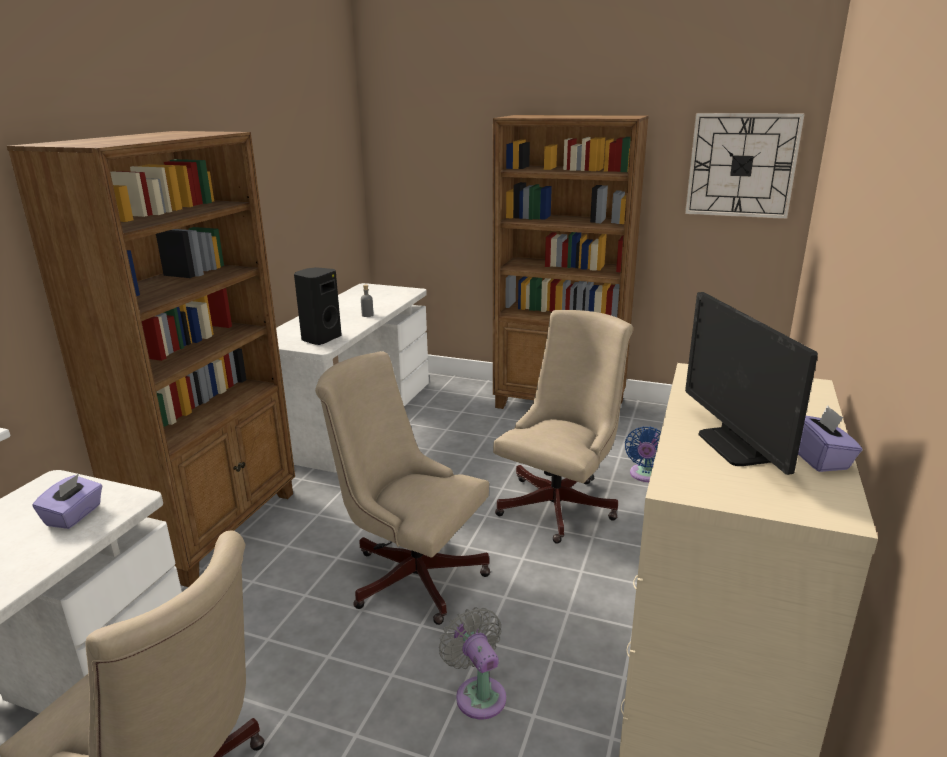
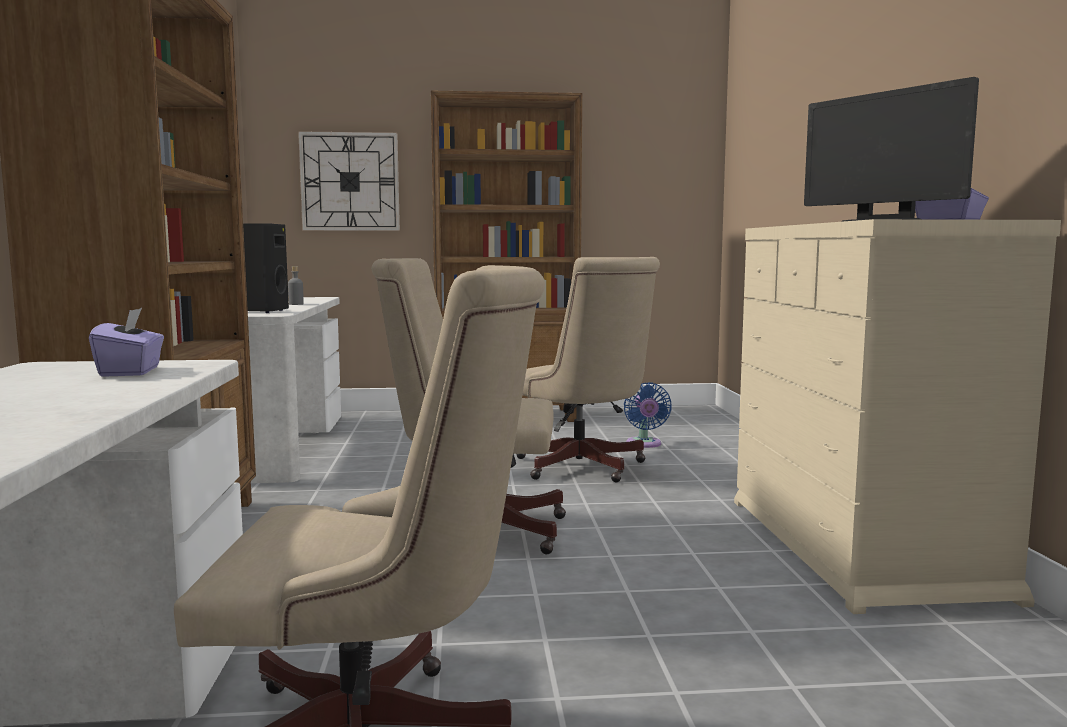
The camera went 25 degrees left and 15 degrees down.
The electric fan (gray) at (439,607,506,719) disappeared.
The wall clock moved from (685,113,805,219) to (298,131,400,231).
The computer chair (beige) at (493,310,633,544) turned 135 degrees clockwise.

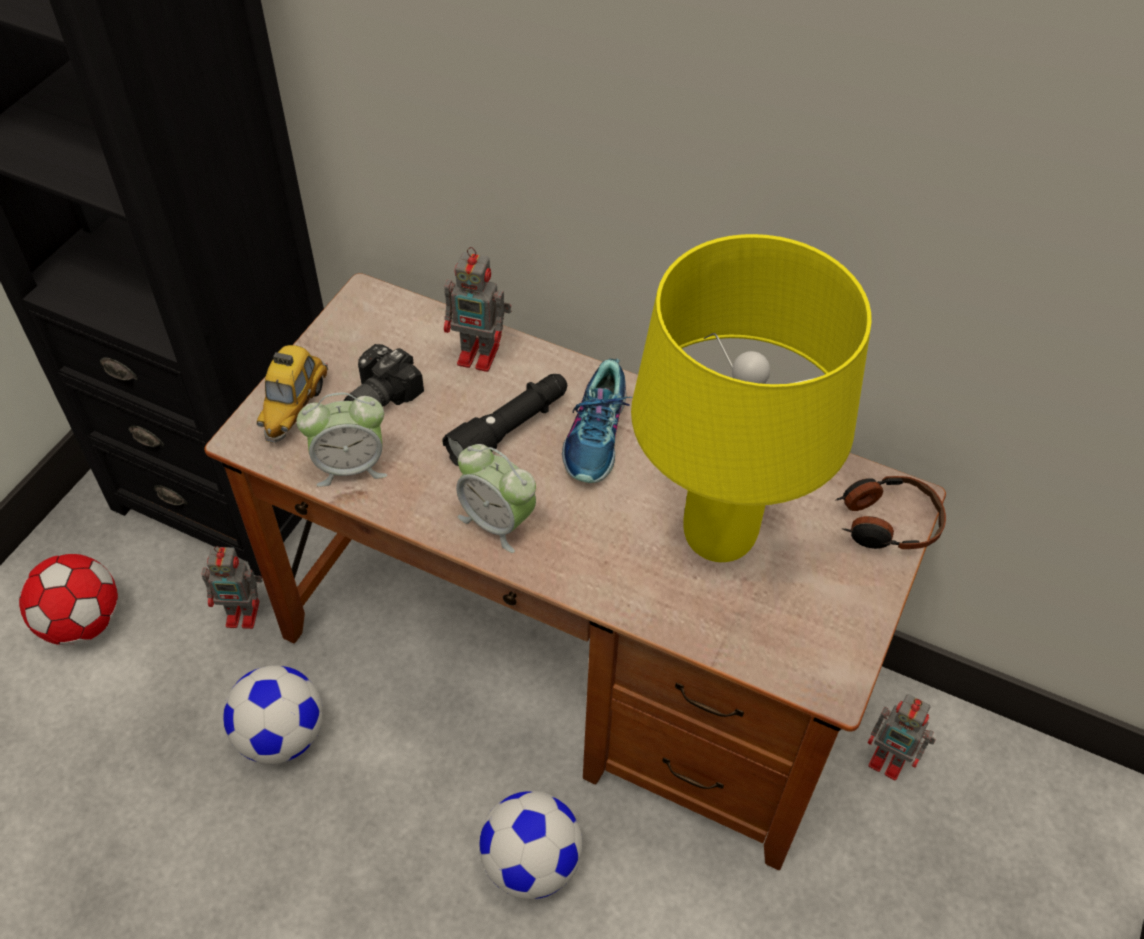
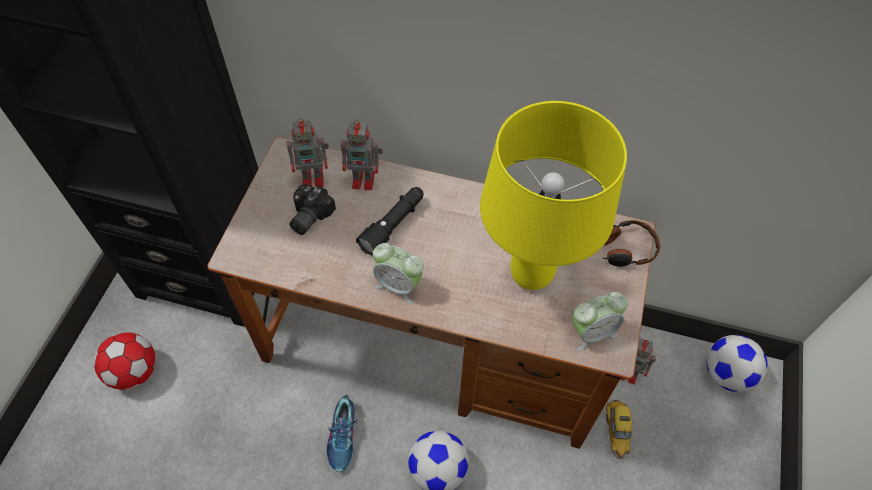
The camera went 10 degrees left and 5 degrees up.
The toy robot moved from (202,546,263,629) to (287,118,329,187).
The football ball moved from (223,665,323,764) to (707,335,767,392).
The miniature car moved from (257,345,328,443) to (606,400,632,459).
The bedside clock moved from (296,393,387,487) to (572,292,628,351).
The item of footwear moved from (562,358,633,483) to (326,394,358,472).

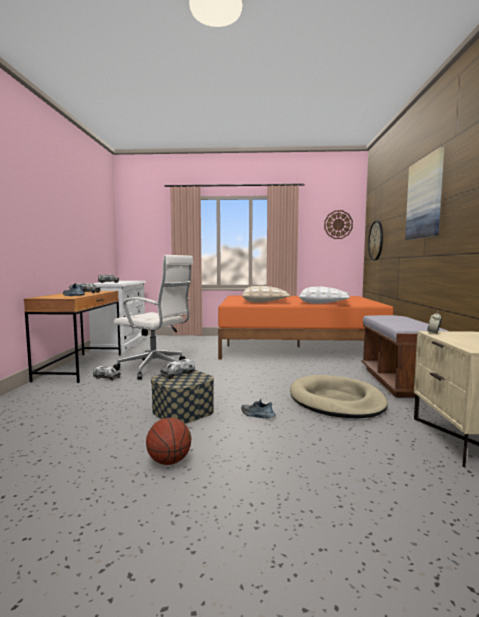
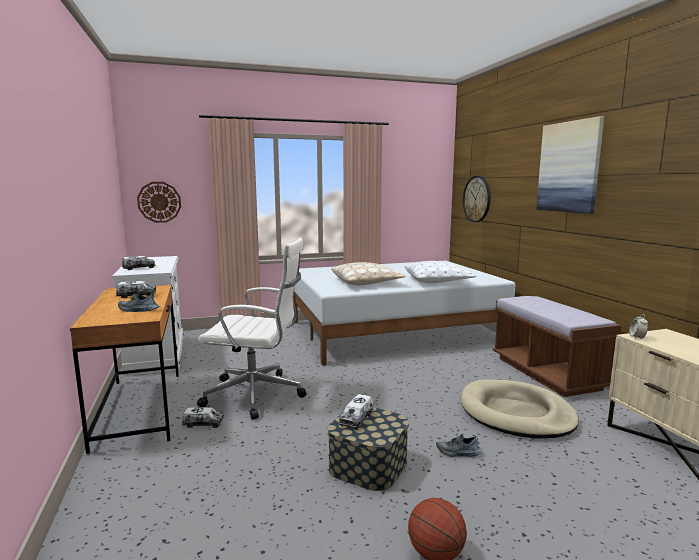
The camera went 20 degrees left and 5 degrees up.
The wall clock moved from (324,210,353,239) to (137,182,181,223).
The sleeping bed (orange-coloured) at (218,295,393,360) became the sleeping bed (whitish) at (293,261,515,366).

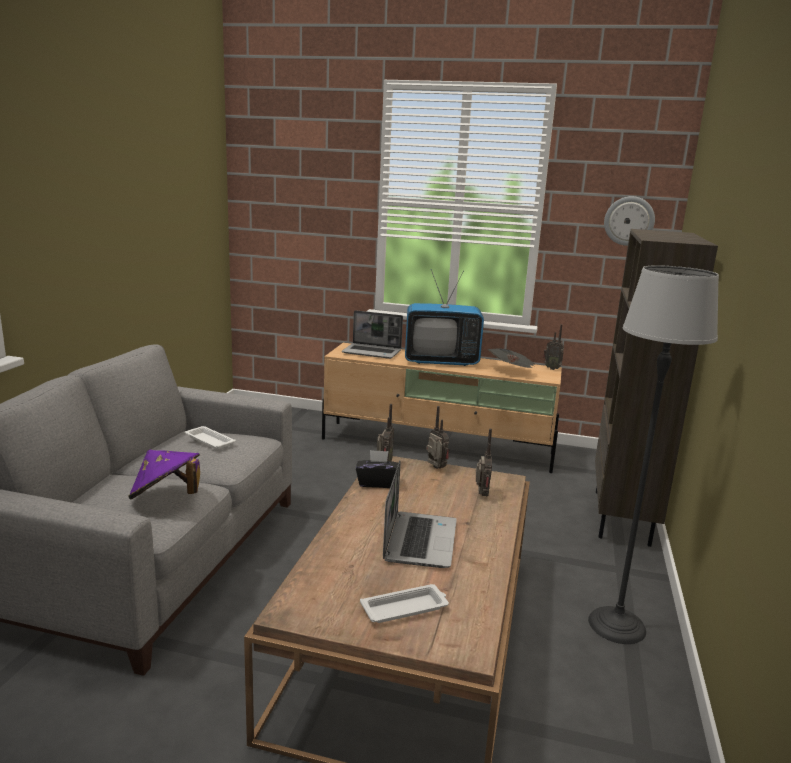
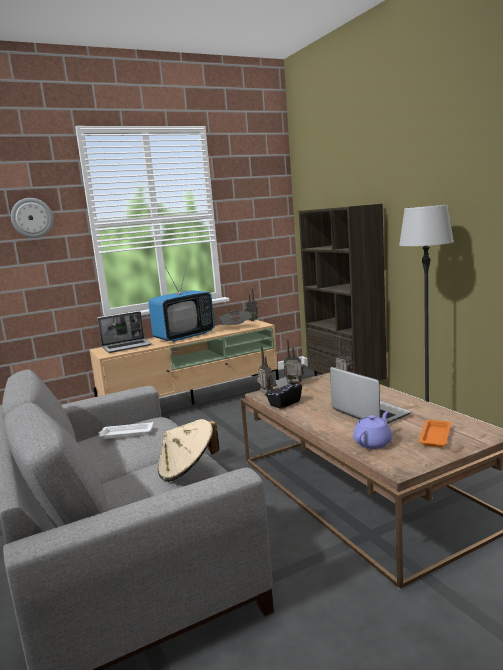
The camera went 40 degrees left and 5 degrees down.
The pot for tea (purple) at (353,411,392,449) appeared.
The wall clock moved from (604,196,655,246) to (11,198,53,238).
The clothing hat (purple) at (128,450,200,499) became the clothing hat (beige) at (158,419,220,482).
The serving tray (whitish) at (360,584,449,623) became the serving tray (orange-coloured) at (419,420,451,447).

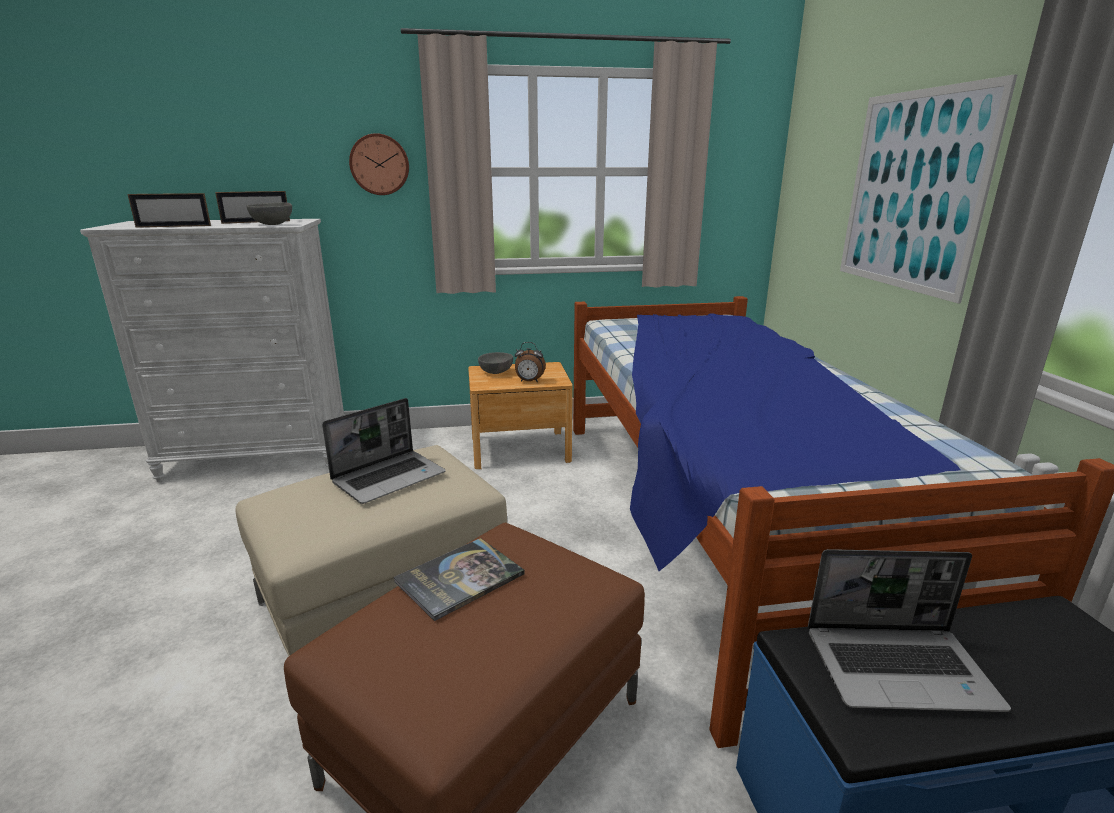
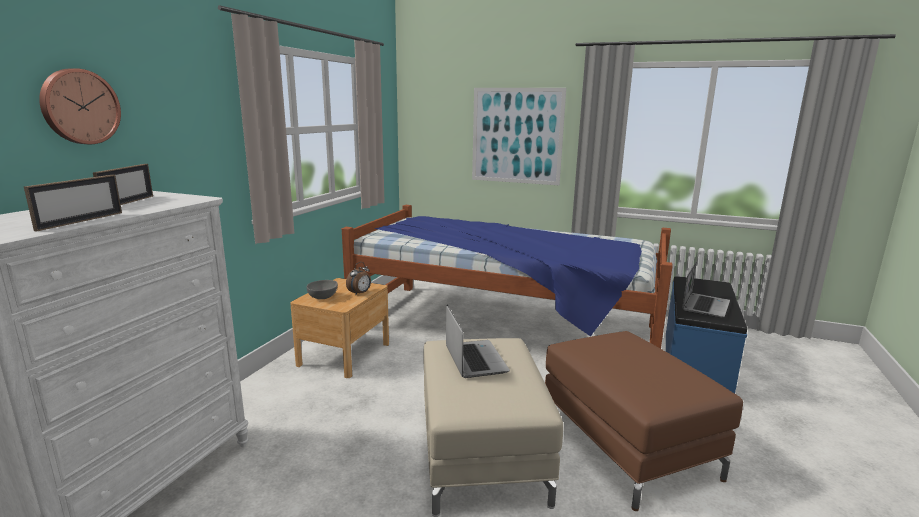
The camera went 60 degrees left and 5 degrees down.
The deep dish (gray) at (247,202,292,225) disappeared.
The volume at (393,538,525,621) disappeared.
The wall clock moved from (349,133,409,195) to (39,68,121,144).

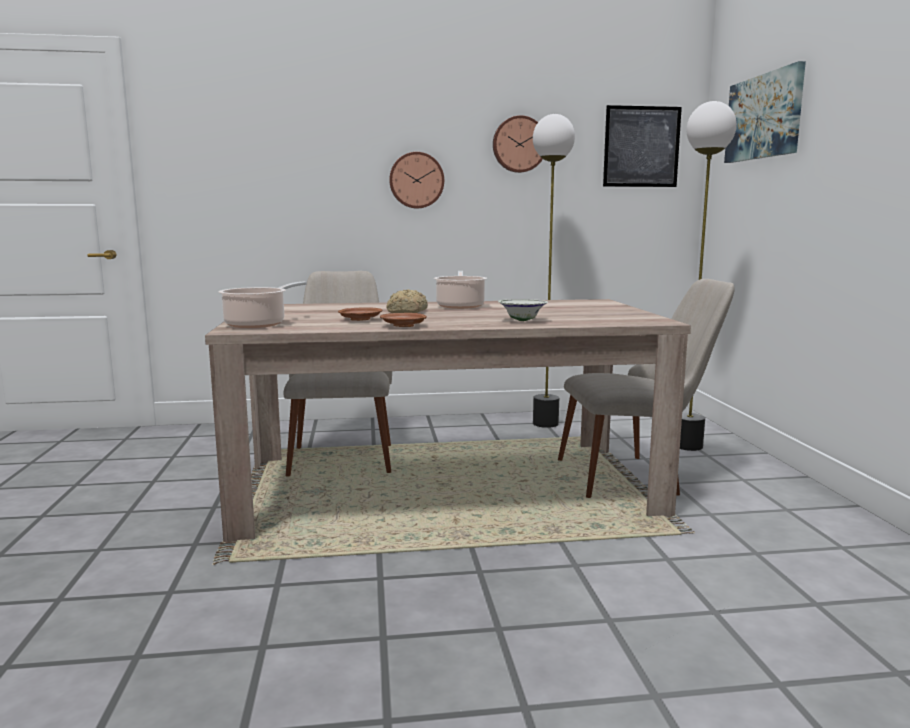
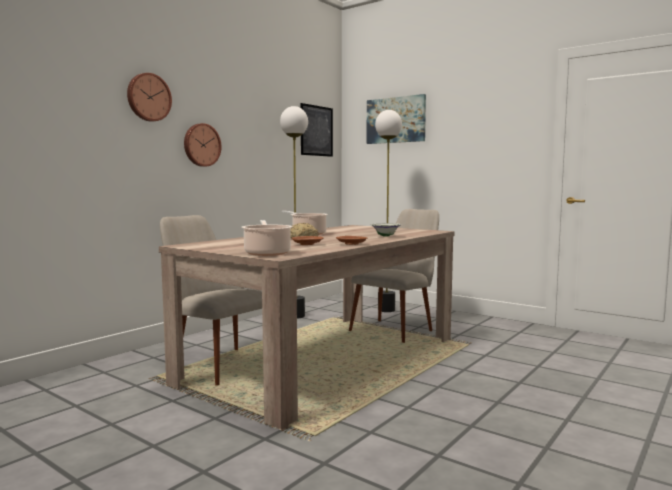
The camera went 45 degrees left and 5 degrees down.
The wall clock moved from (493,115,543,173) to (127,73,172,122).

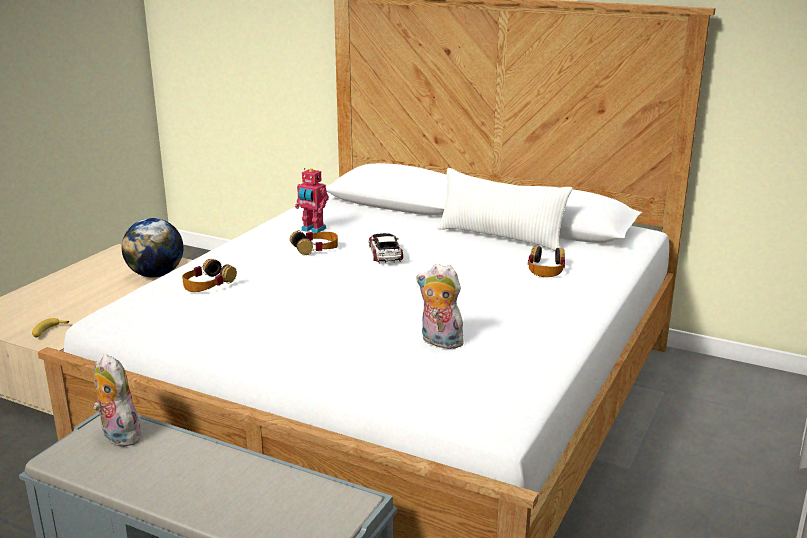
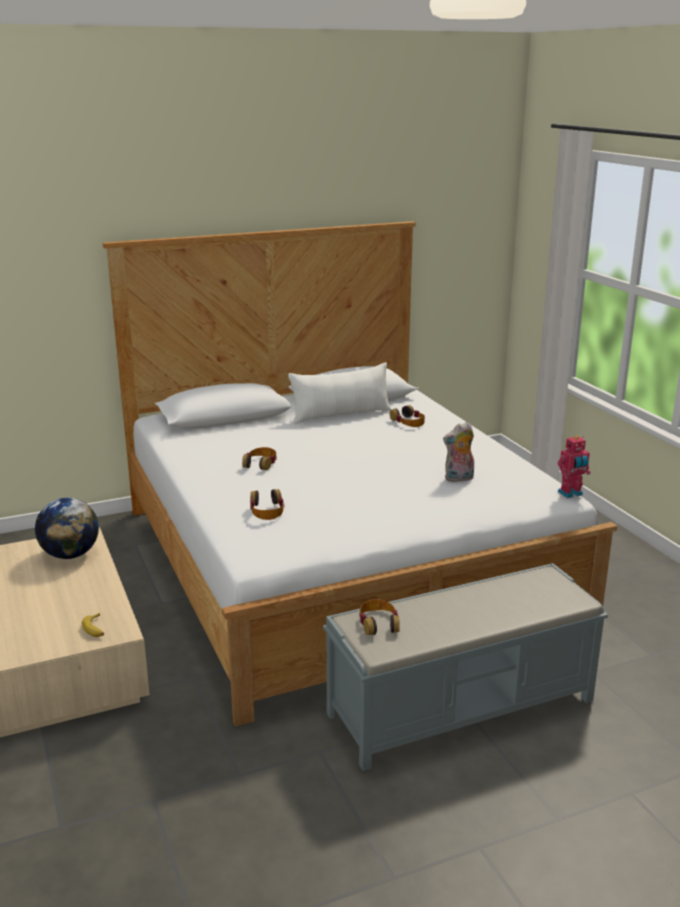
The camera went 50 degrees left and 0 degrees up.
The miniature car at (369,233,403,263) disappeared.
The toy robot moved from (295,168,329,233) to (558,436,590,498).
The plush toy at (93,354,144,447) was replaced by the headphones at (359,599,399,635).

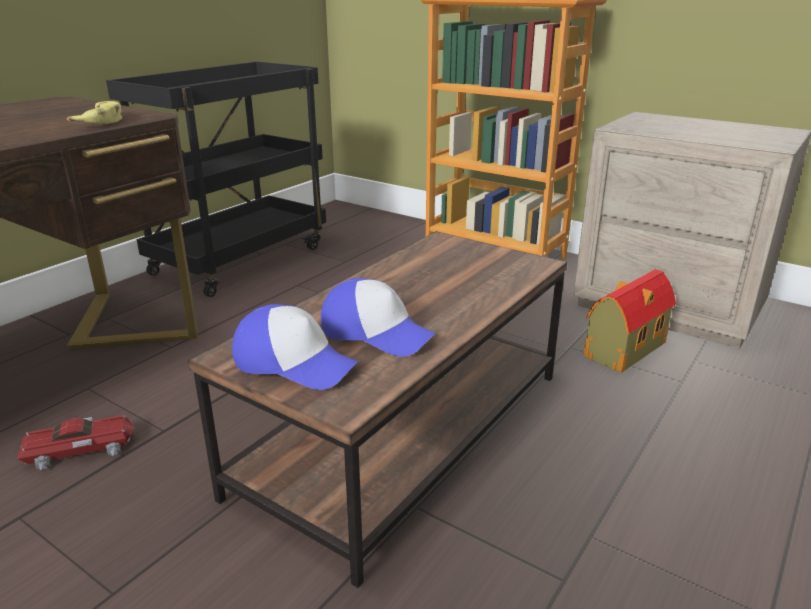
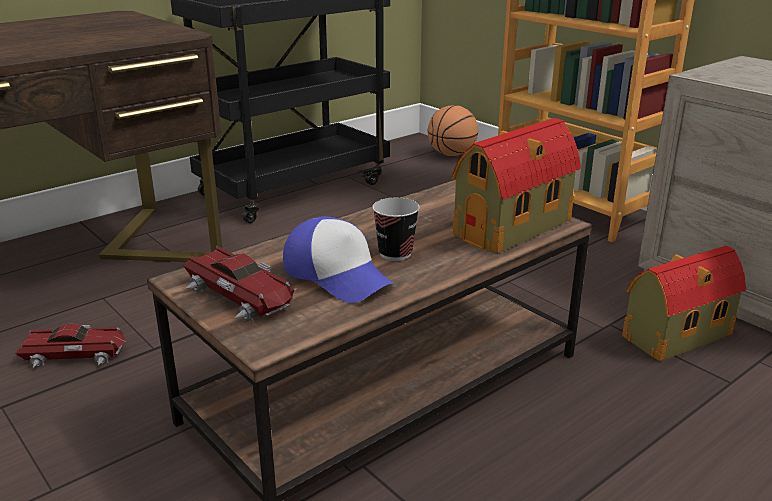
The camera went 15 degrees right and 0 degrees up.
The banana fruit at (67,101,122,124) disappeared.
The cup at (372,198,420,261) appeared.
The basketball at (428,105,479,156) appeared.
The model house at (452,118,581,254) appeared.
The peaked cap at (232,304,359,390) was replaced by the miniature car at (183,246,296,322).

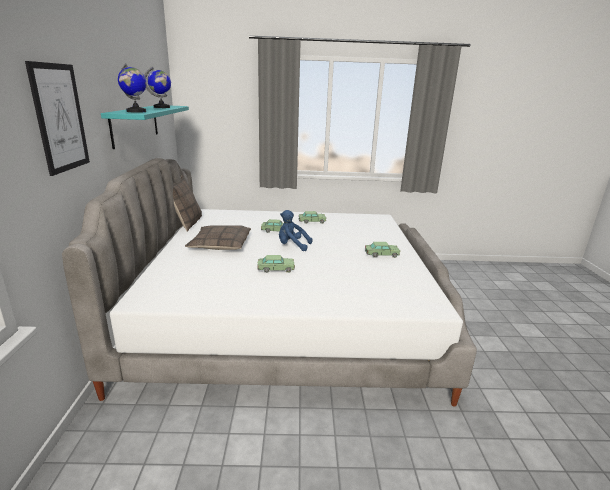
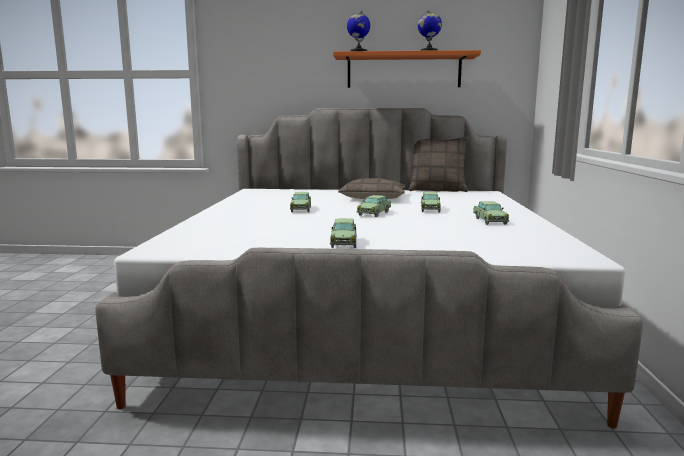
The camera went 95 degrees right and 10 degrees down.
The wall art at (25,61,90,176) disappeared.
The plush toy (blue-coloured) at (279,210,312,251) was replaced by the miniature car at (357,195,391,217).
The wall shelf (turquoise-coloured) at (101,106,189,149) became the wall shelf (orange-coloured) at (333,50,481,88).

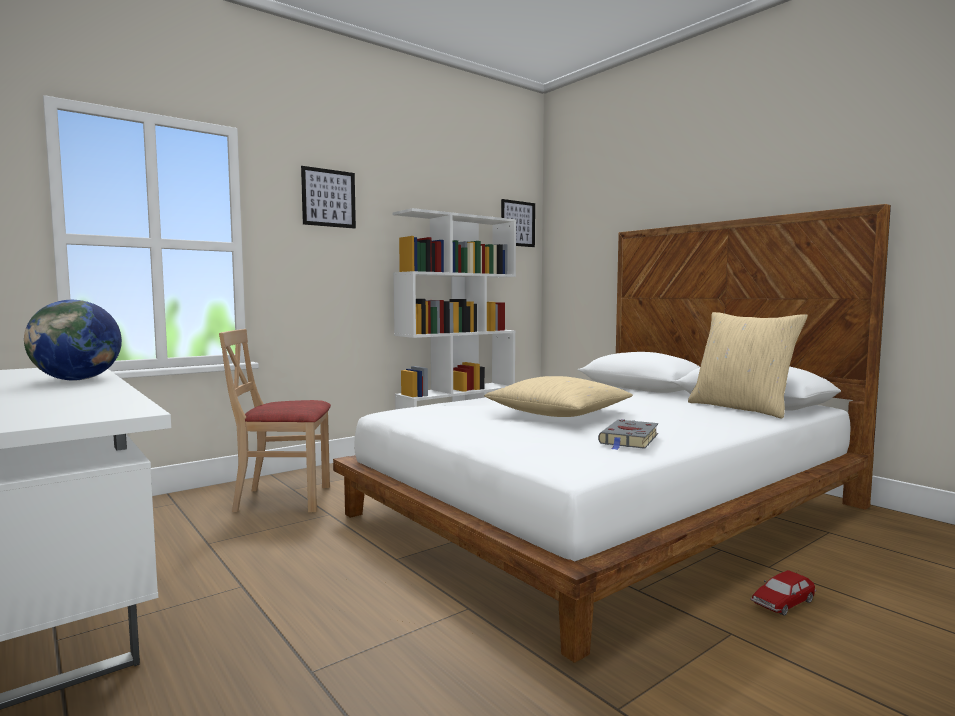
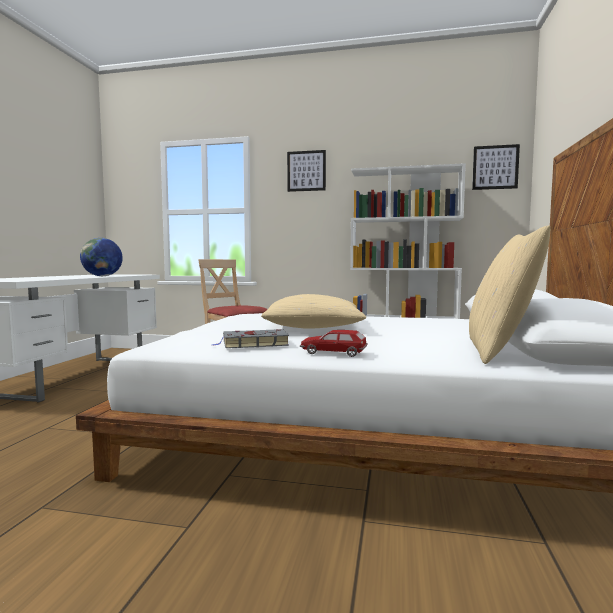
The camera went 50 degrees right and 0 degrees up.
The miniature car moved from (750,570,816,616) to (300,330,368,357).

